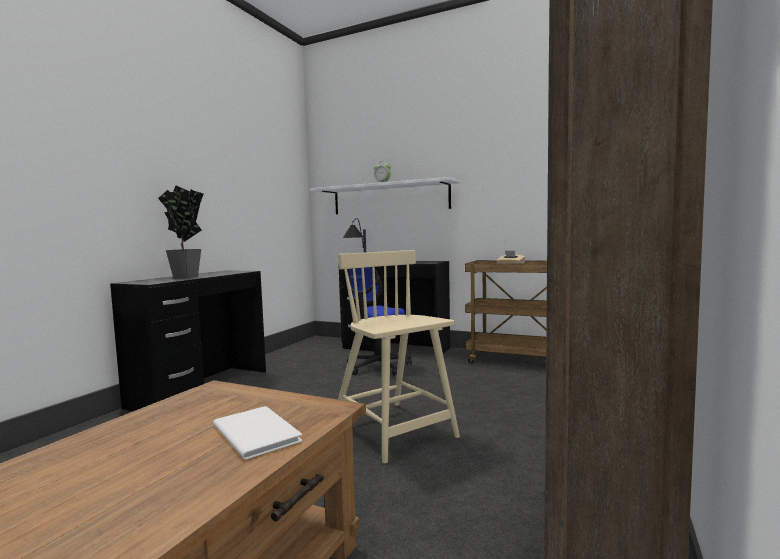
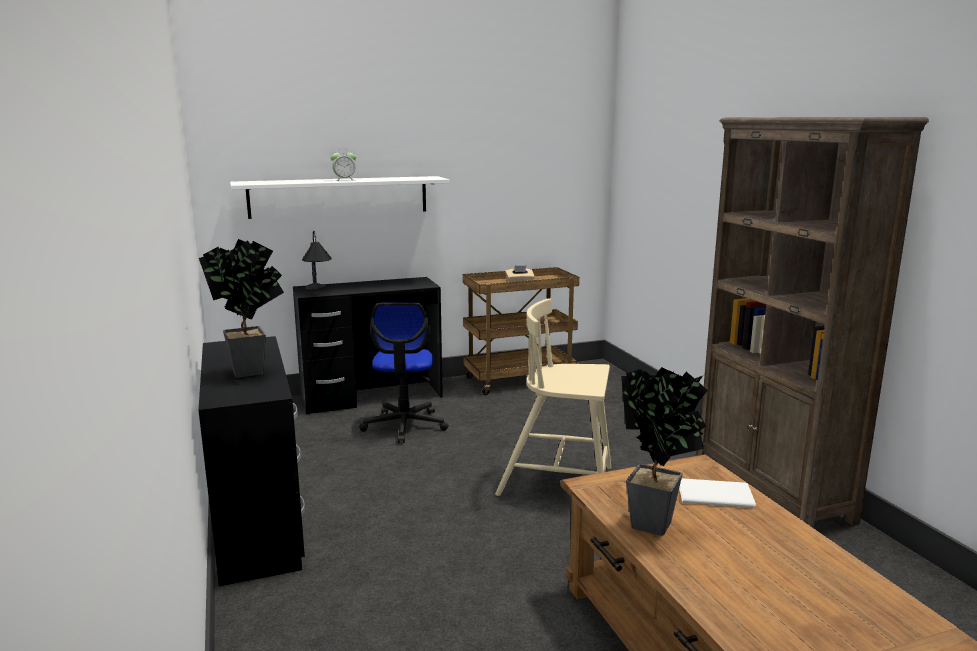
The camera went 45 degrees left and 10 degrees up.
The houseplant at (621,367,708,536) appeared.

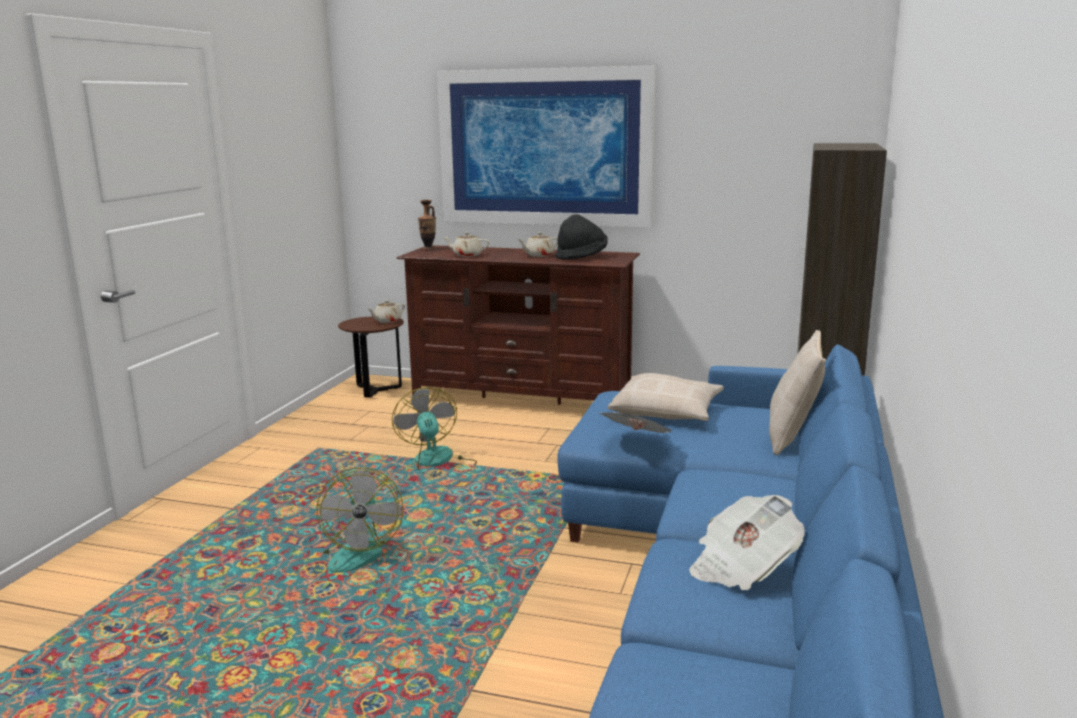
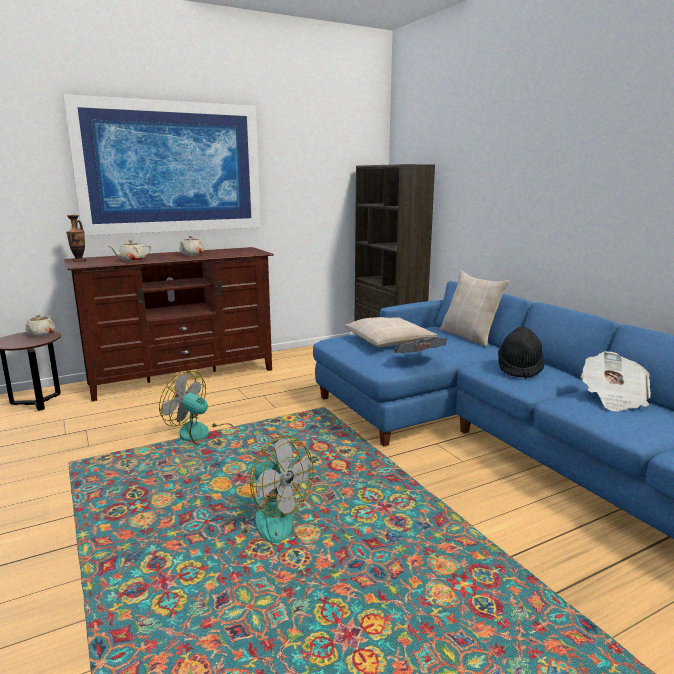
The camera went 45 degrees left and 0 degrees up.
The clothing hat (blackish) moved from (556,214,608,260) to (498,327,544,379).

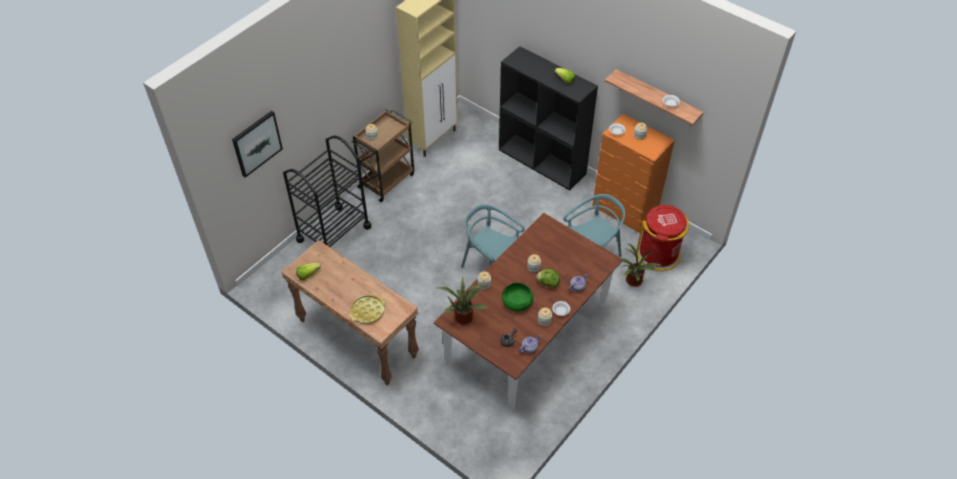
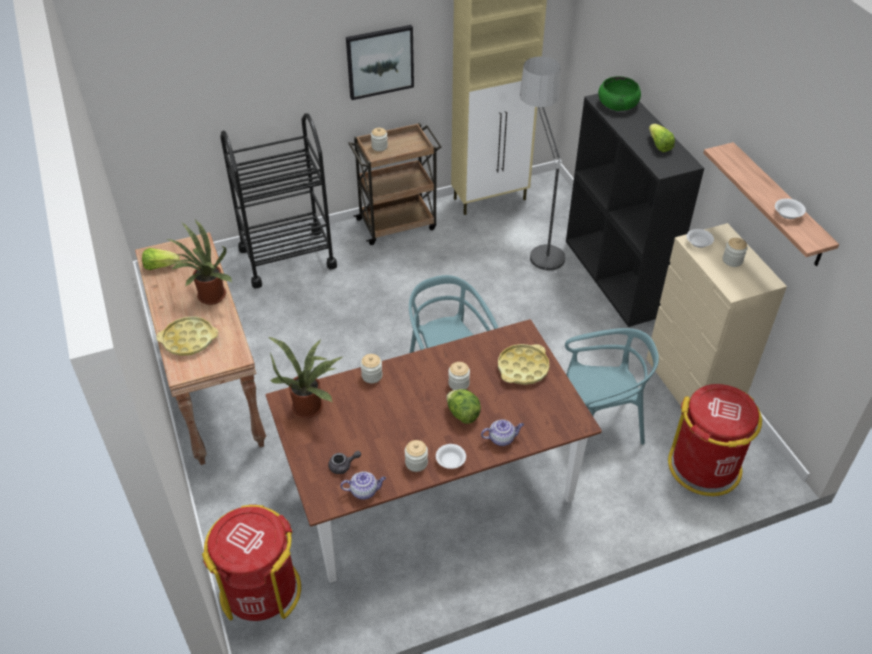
The camera went 30 degrees right and 5 degrees down.
The waste bin (red-coloured) at (202,504,301,621) appeared.
The serving tray (yellow-coloured) at (498,344,549,385) appeared.
The standard lamp at (520,56,565,274) appeared.
The wall art moved from (232,111,283,178) to (346,25,414,100).
The deep dish (green) moved from (502,283,533,312) to (598,76,641,111).
The houseplant moved from (621,243,662,287) to (166,220,232,305).
The chest of drawers (orange-coloured) at (592,114,675,233) became the chest of drawers (beige) at (647,223,787,406).

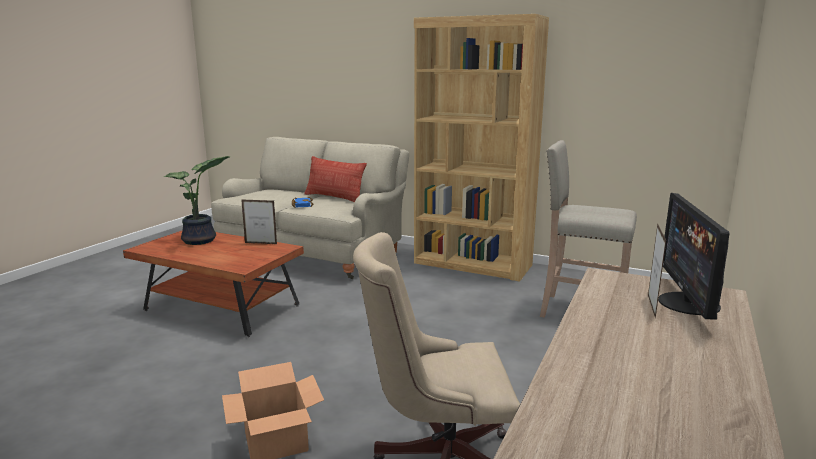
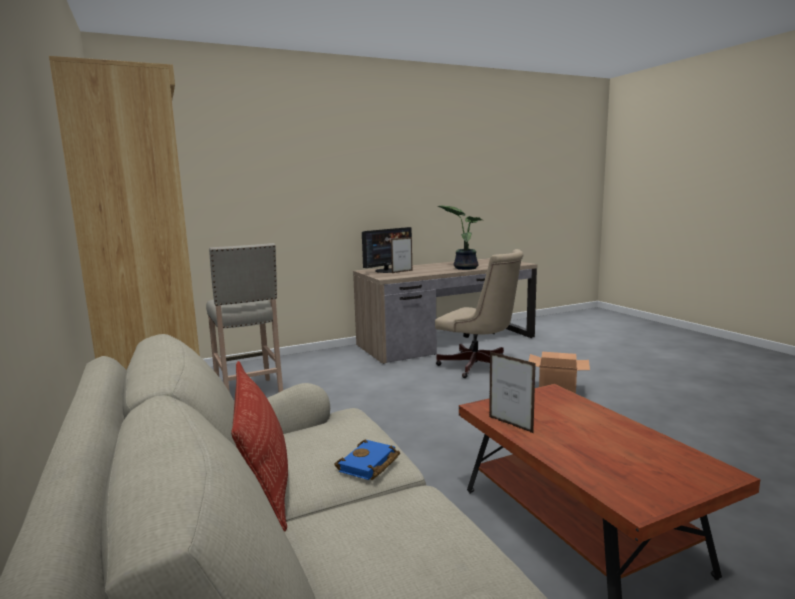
The camera went 140 degrees left and 5 degrees down.
The houseplant moved from (164,156,230,245) to (438,205,482,270).

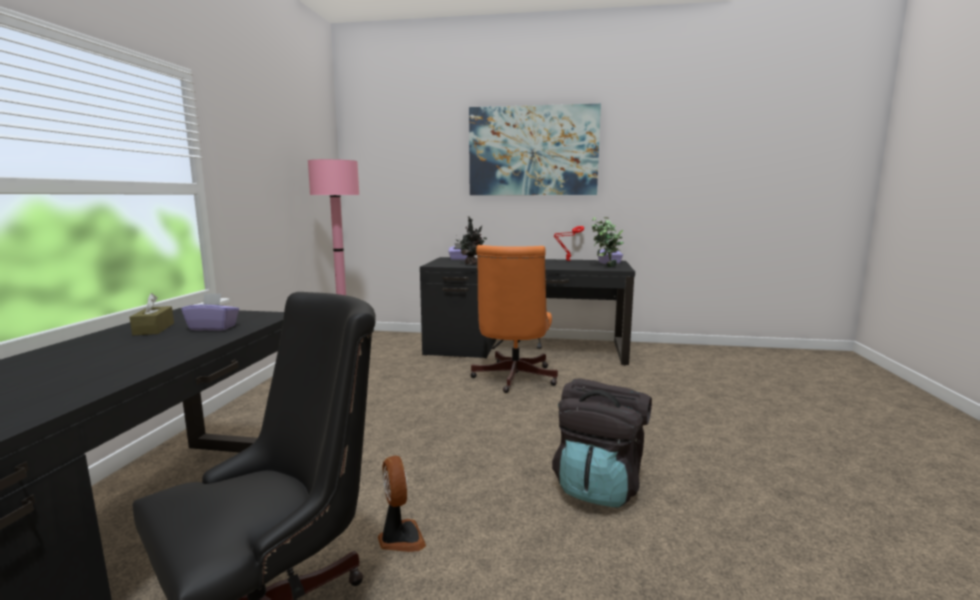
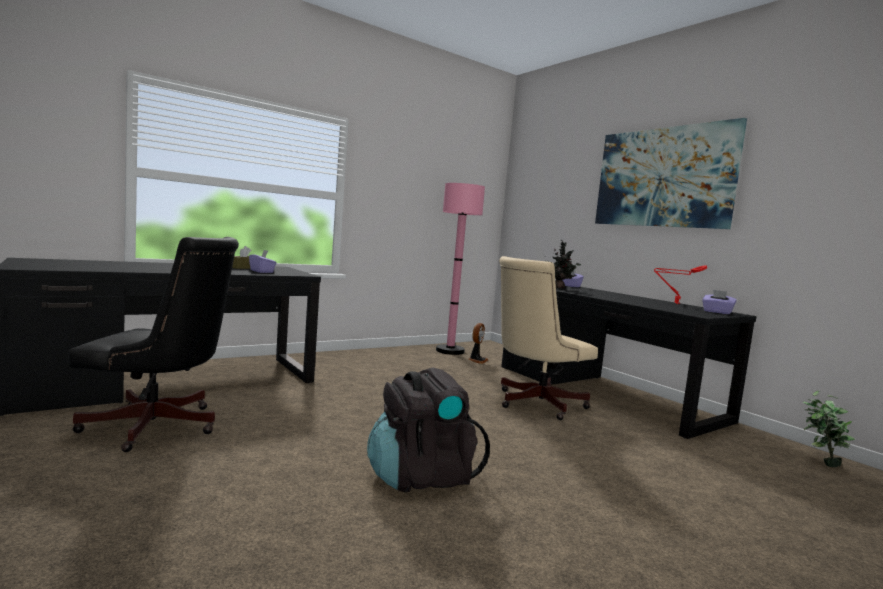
The camera went 45 degrees right and 5 degrees down.
The electric fan moved from (378,456,426,552) to (468,323,488,364).
The houseplant moved from (592,217,624,267) to (803,390,855,467).
The computer chair (orange-coloured) at (470,245,558,393) became the computer chair (beige) at (499,256,598,420).

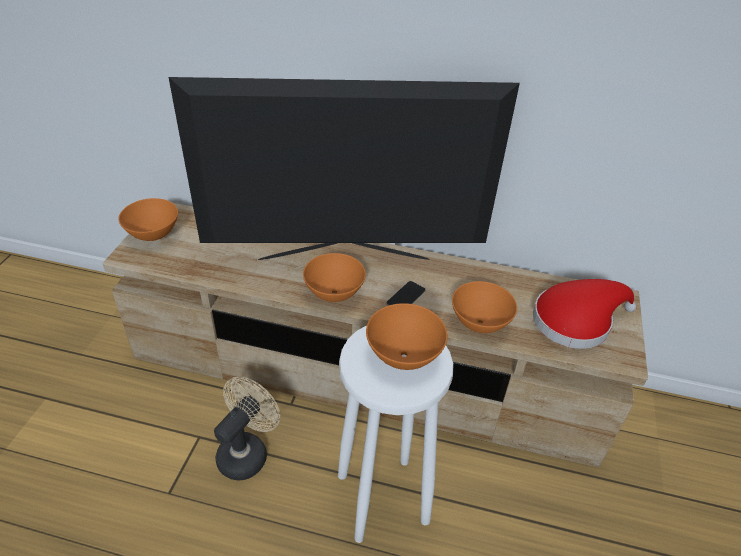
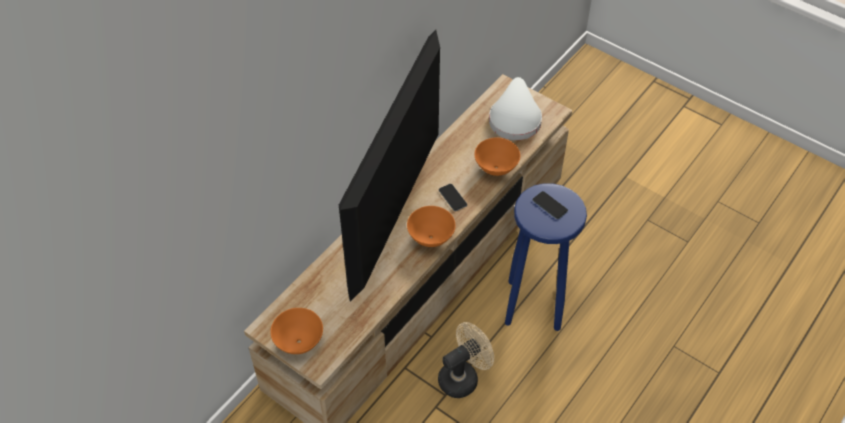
The camera went 65 degrees left and 10 degrees up.
The deep dish (orange-coloured) at (366,303,448,370) was replaced by the telephone at (533,191,568,219).
The stool (whitish) at (338,325,454,543) became the stool (blue-coloured) at (505,183,587,331).
The clothing hat (red-coloured) at (533,279,636,349) became the clothing hat (whitish) at (489,77,542,140).
The electric fan (beige) at (214,377,280,481) turned 90 degrees clockwise.

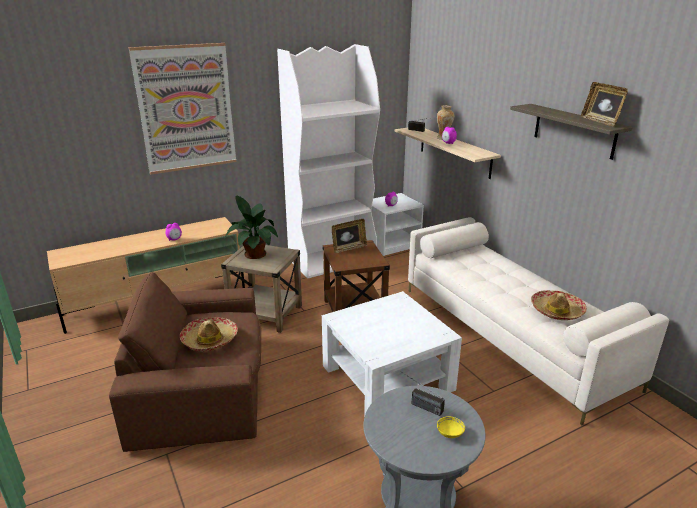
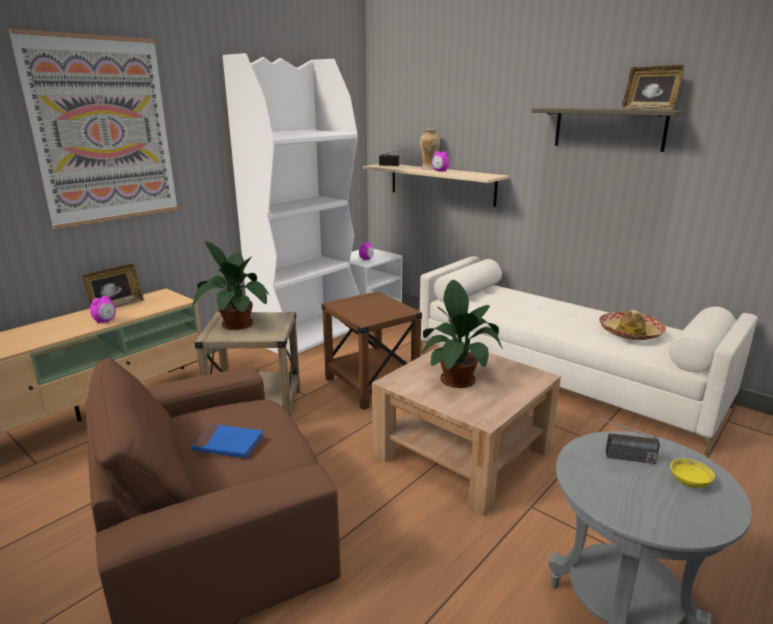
The camera went 20 degrees left and 5 degrees down.
The houseplant at (422,280,503,388) appeared.
The photo frame moved from (332,219,367,253) to (82,264,144,308).
The clothing hat at (180,317,238,351) was replaced by the volume (blue-coloured) at (192,424,264,458).
The coffee table (whitish) at (322,291,462,417) became the coffee table (brown) at (372,343,561,516).

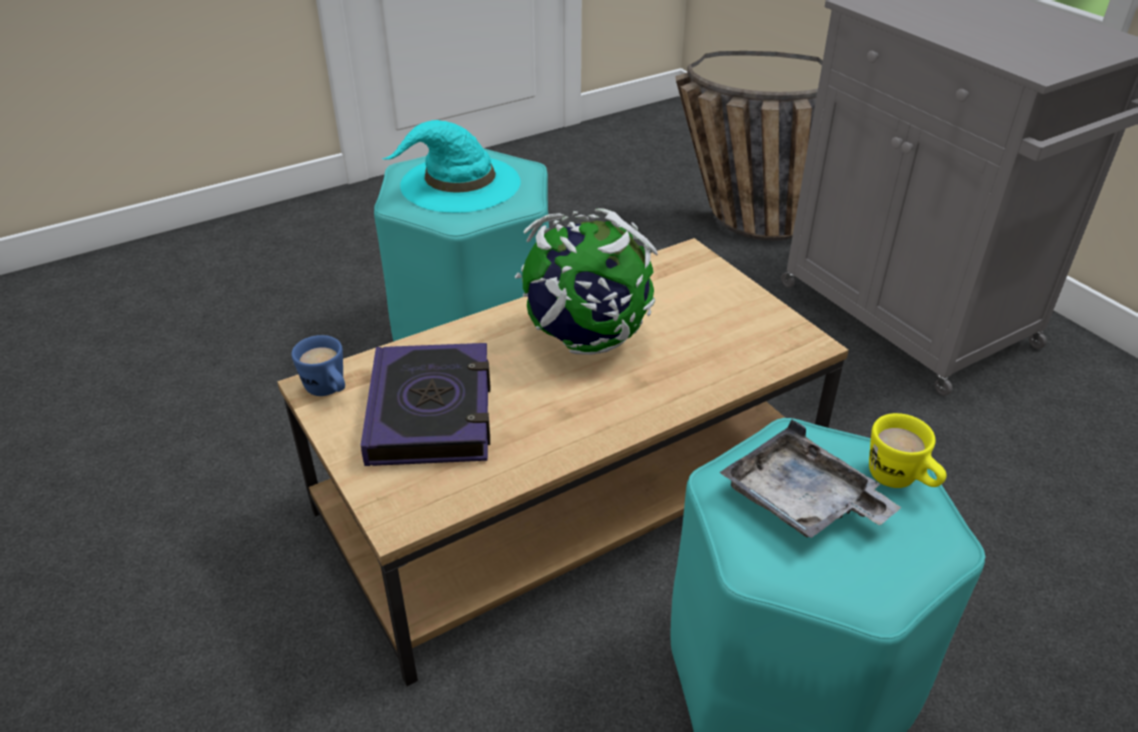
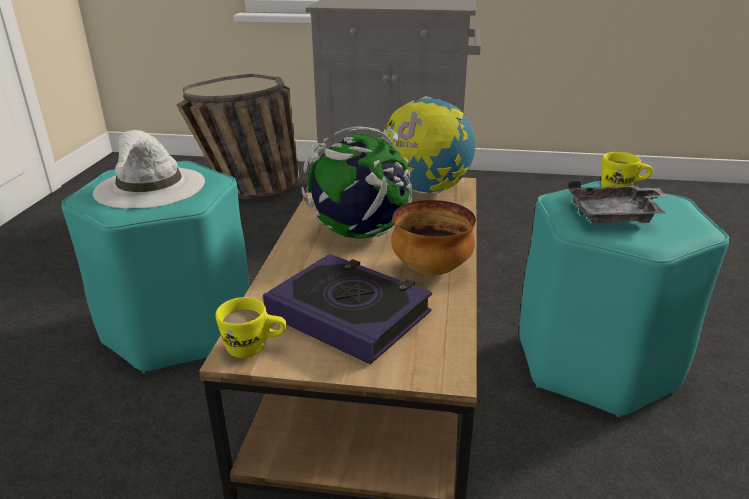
The camera went 50 degrees left and 10 degrees down.
The globe at (381,96,475,194) appeared.
The deep dish at (391,200,476,275) appeared.
The mug (blue-coloured) at (291,335,345,396) became the mug (yellow-coloured) at (215,297,287,358).
The clothing hat (turquoise-coloured) at (382,120,521,213) became the clothing hat (whitish) at (93,130,205,209).

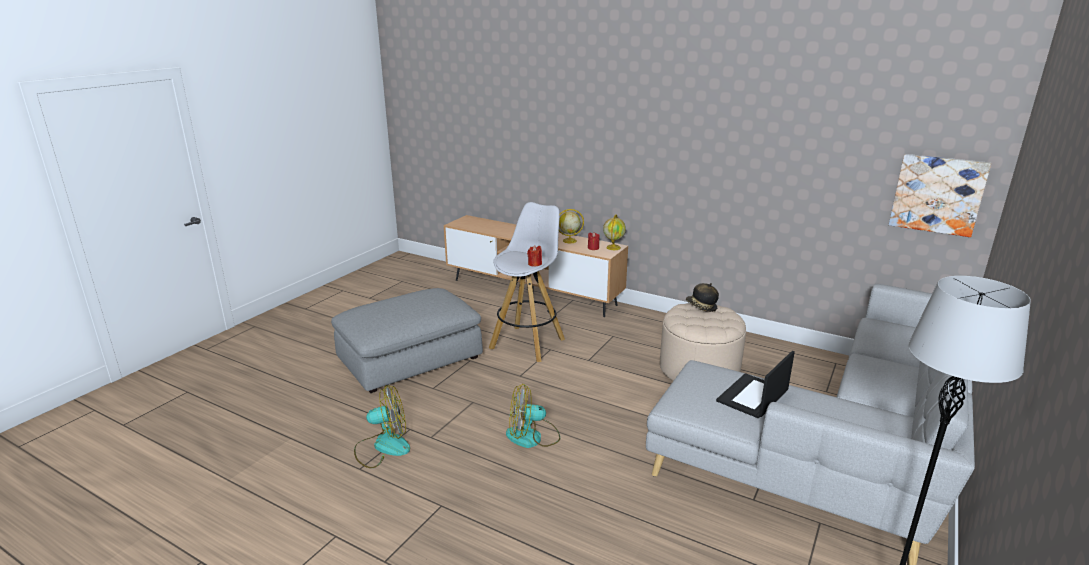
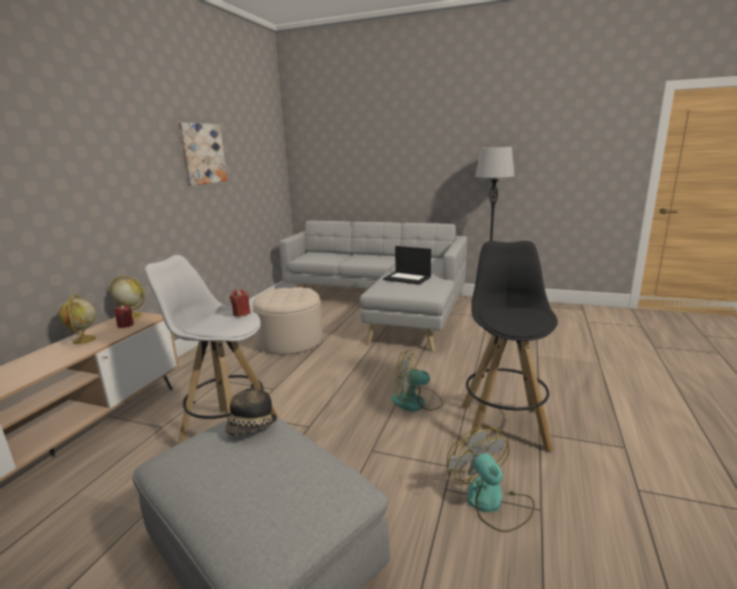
The camera went 100 degrees left and 5 degrees down.
The stool (blackish) at (462,241,558,452) appeared.
The clothing hat moved from (686,283,719,312) to (225,383,277,436).
The wall art moved from (889,154,991,237) to (178,122,227,186).
The electric fan at (506,384,560,448) turned 105 degrees clockwise.

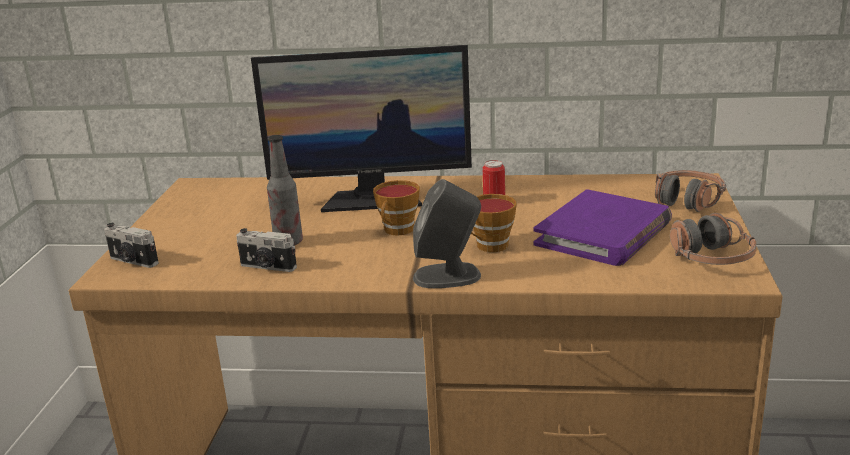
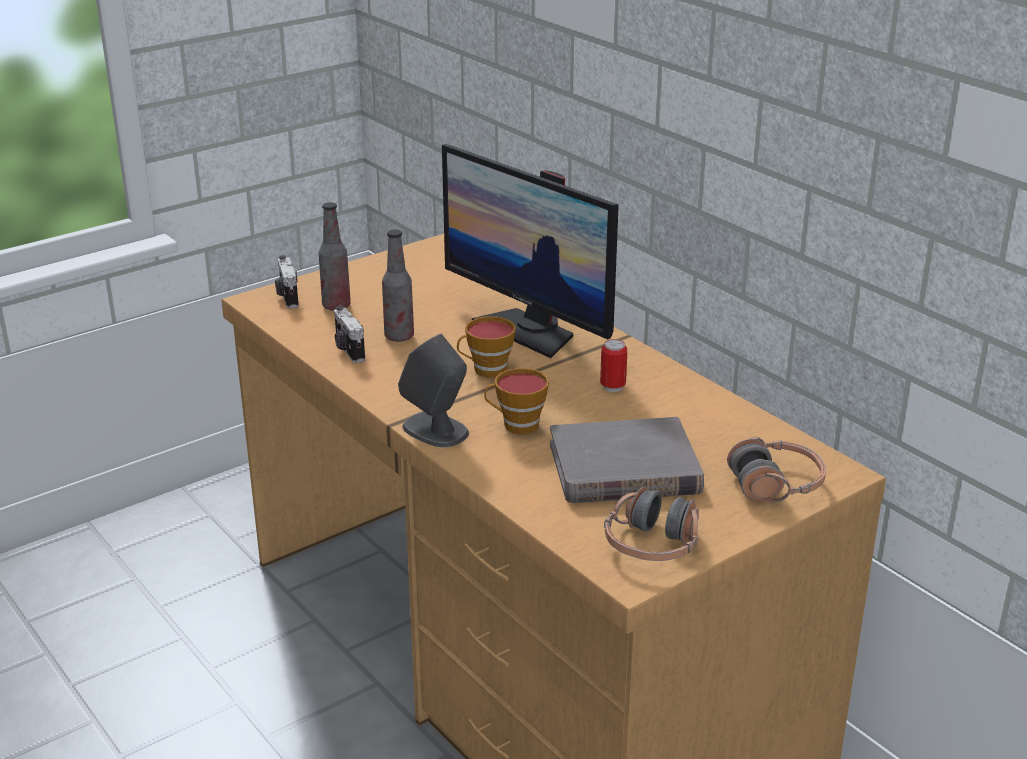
The camera went 45 degrees right and 5 degrees up.
The drink bottle at (318,202,351,311) appeared.
The volume (purple) at (533,189,672,266) became the volume (gray) at (550,417,704,503).

